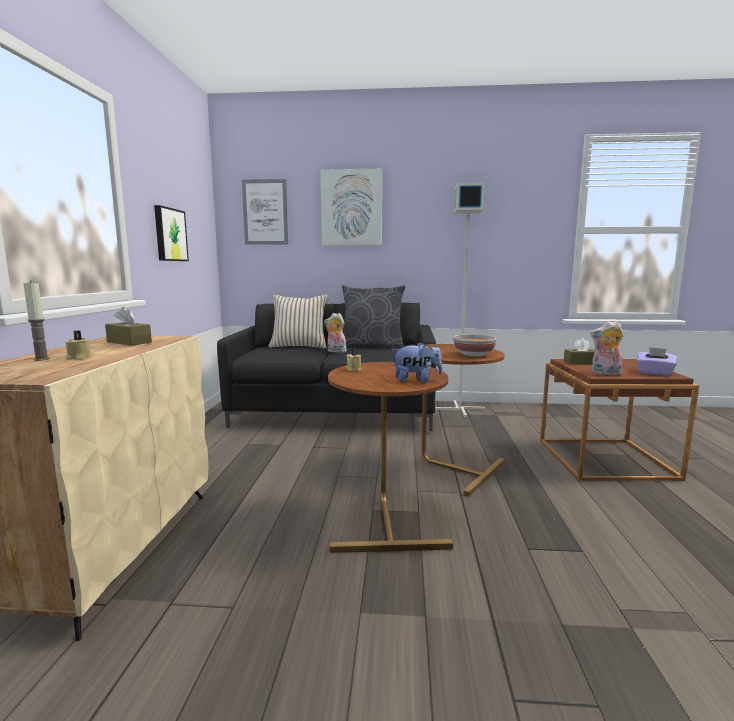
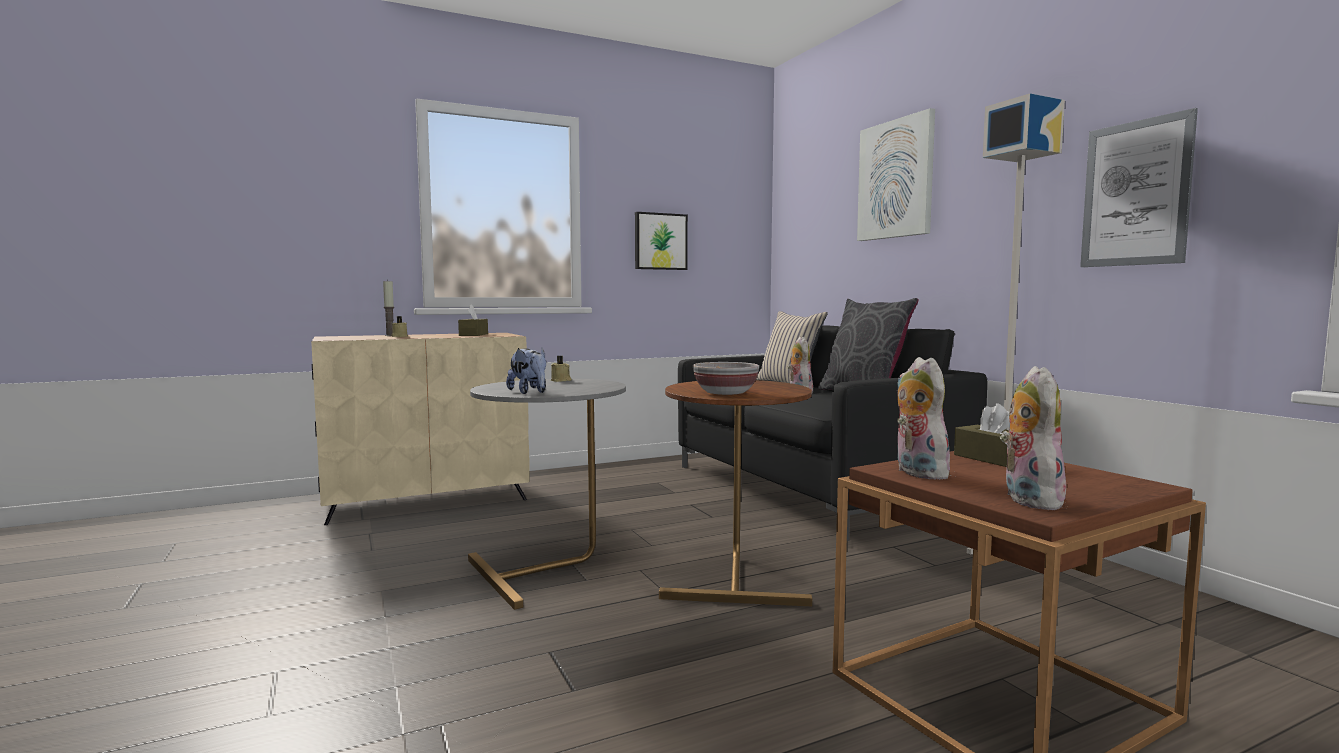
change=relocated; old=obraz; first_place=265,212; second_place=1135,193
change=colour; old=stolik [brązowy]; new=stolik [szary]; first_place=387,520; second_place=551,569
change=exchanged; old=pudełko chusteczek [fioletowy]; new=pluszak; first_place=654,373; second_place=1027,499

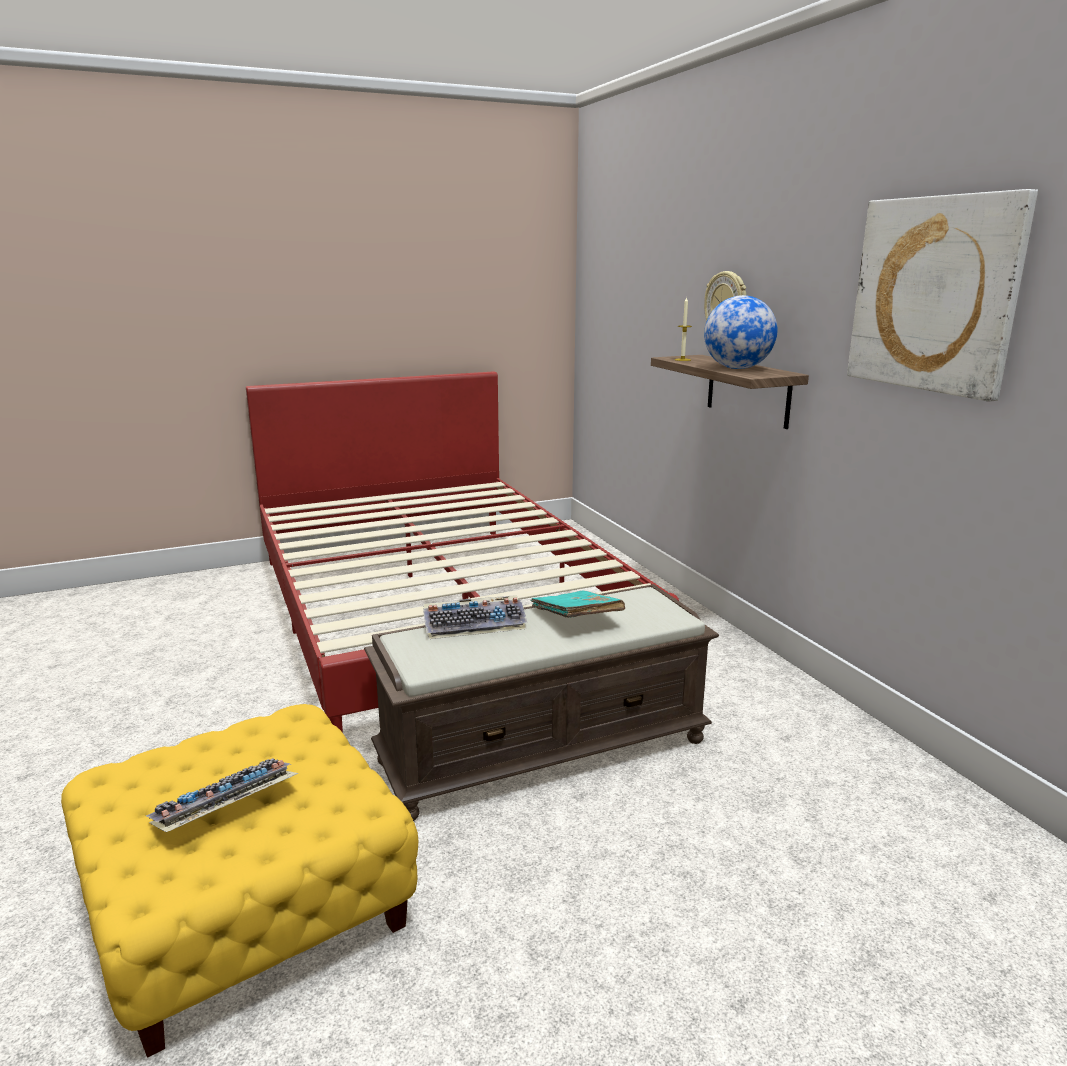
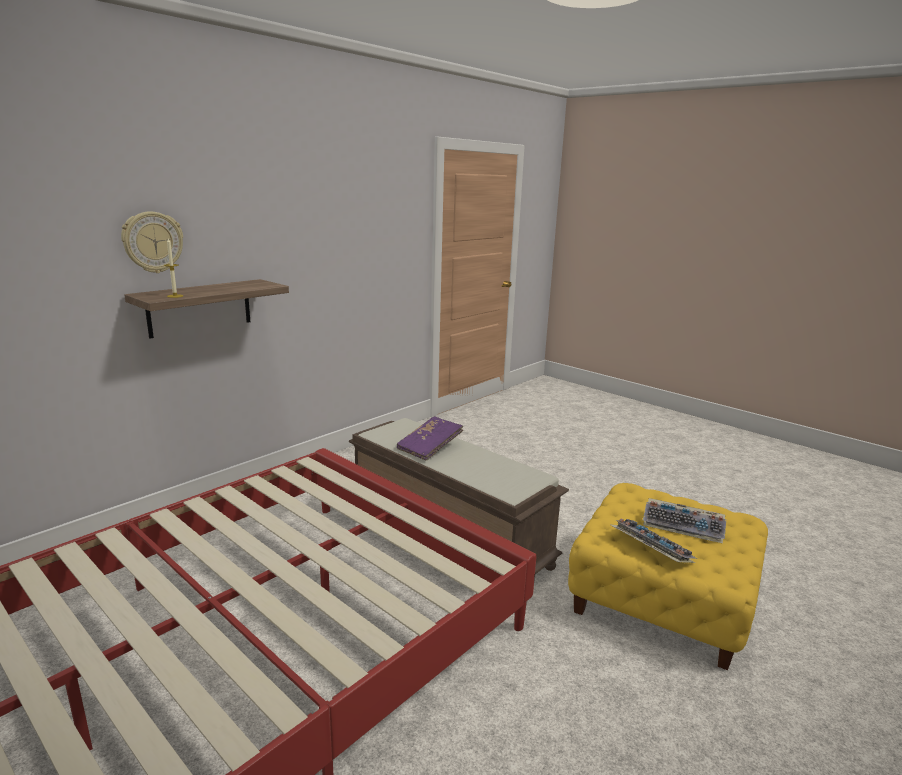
change=relocated; old=klawiatura; first_place=475,624; second_place=649,549
change=colour; old=książka [turkusowy]; new=książka [fioletowy]; first_place=576,619; second_place=430,447
change=missing; old=globus; first_place=737,368
change=missing; old=obraz; first_place=934,294

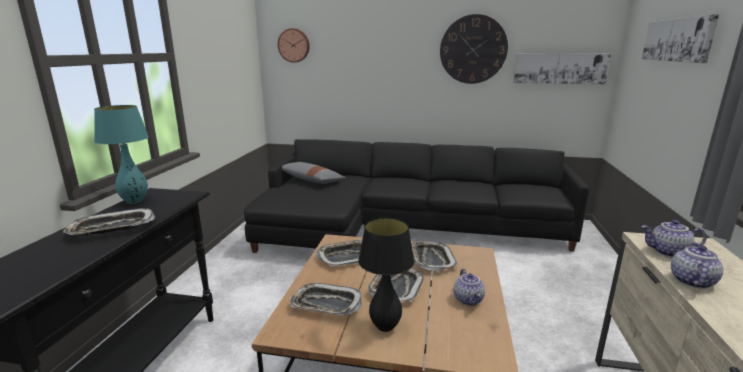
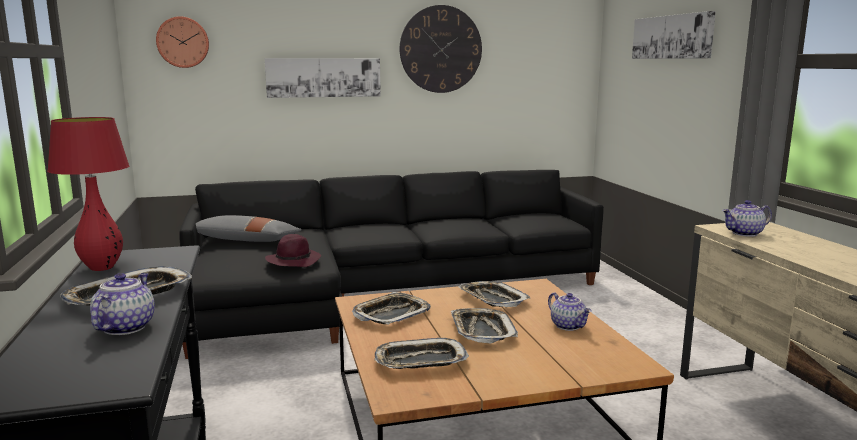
change=colour; old=lampa stołowa [turkusowy]; new=lampa stołowa [czerwony]; first_place=135,201; second_place=102,268
change=missing; old=lampa stołowa [czarny]; first_place=385,327
change=relocated; old=obraz; first_place=560,68; second_place=323,77
change=relocated; old=imbryk; first_place=691,280; second_place=125,327
change=appeared; new=kapelusz [fioletowy]; second_place=294,261

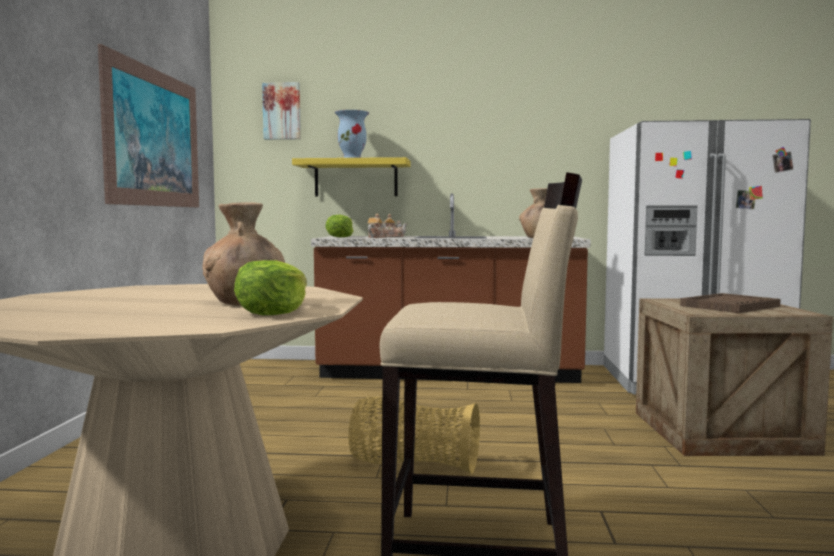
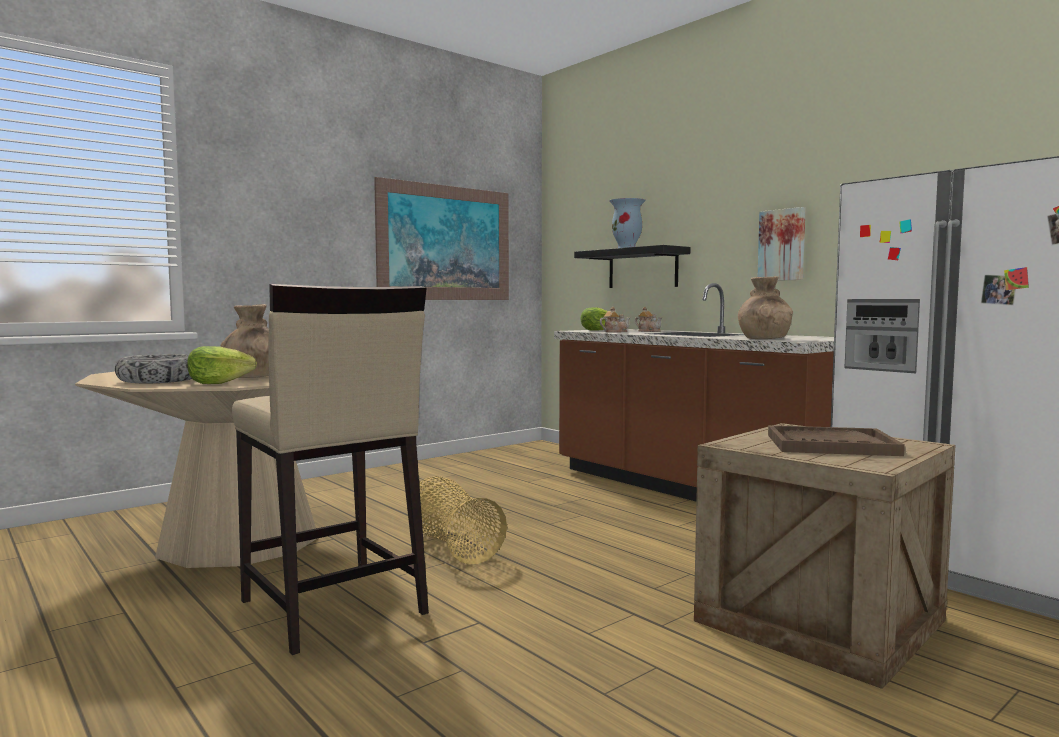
change=relocated; old=obraz; first_place=282,111; second_place=782,245
change=colour; old=półka [żółty]; new=półka [czarny]; first_place=356,178; second_place=642,268
change=appeared; new=miska; second_place=159,380

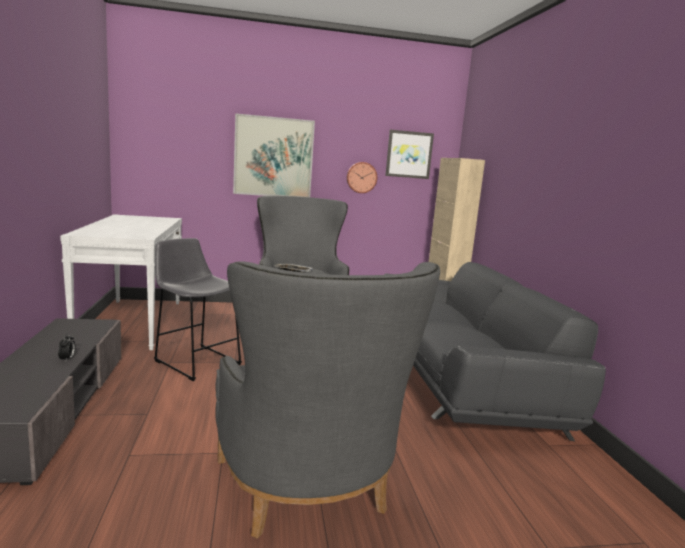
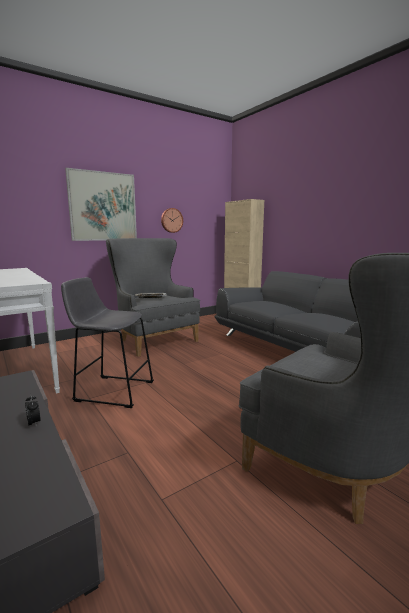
change=missing; old=obraz; first_place=409,154

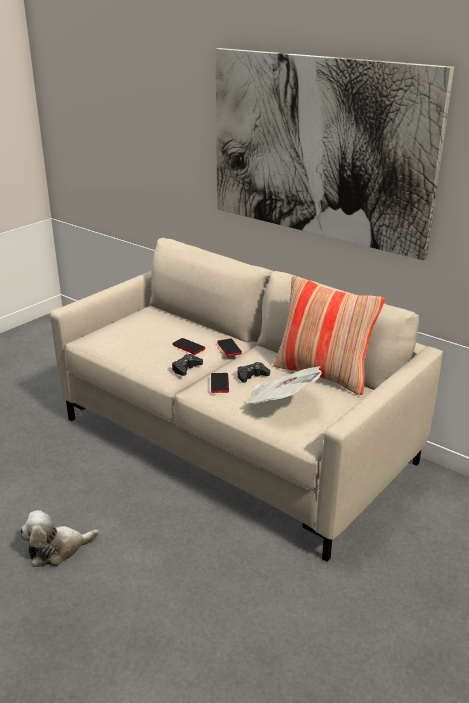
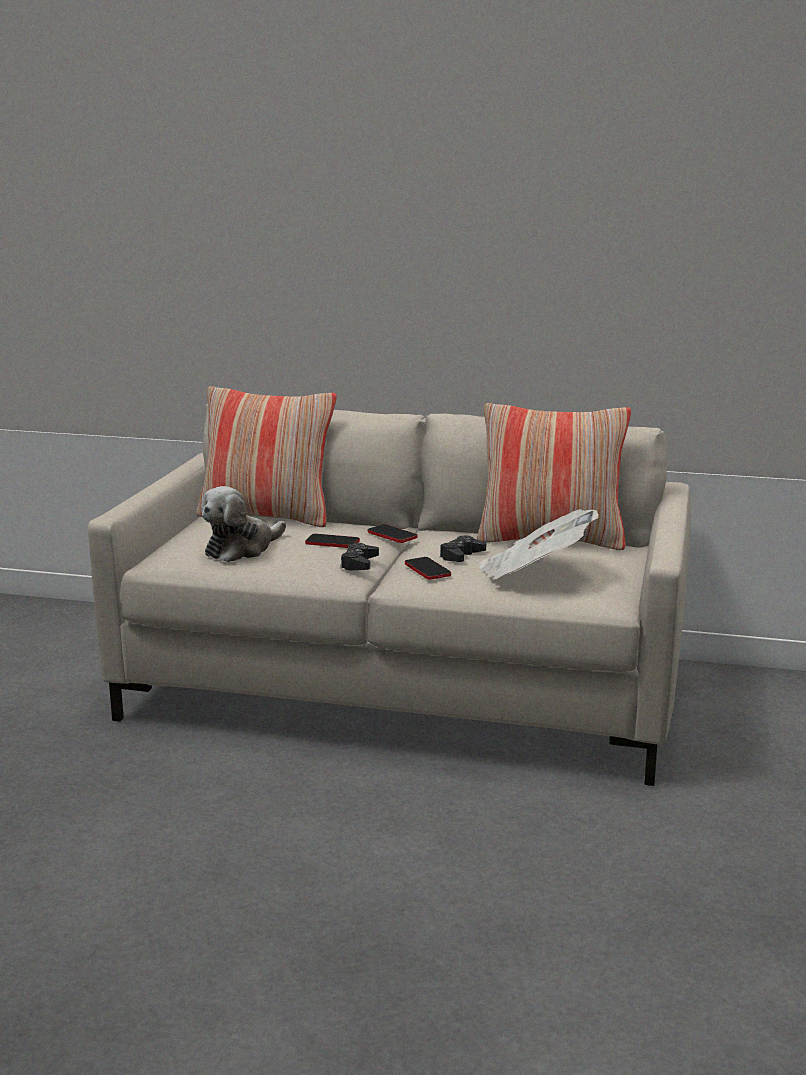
change=relocated; old=pluszak; first_place=57,550; second_place=241,549
change=missing; old=obraz; first_place=319,148
change=appeared; new=poduszka; second_place=267,516

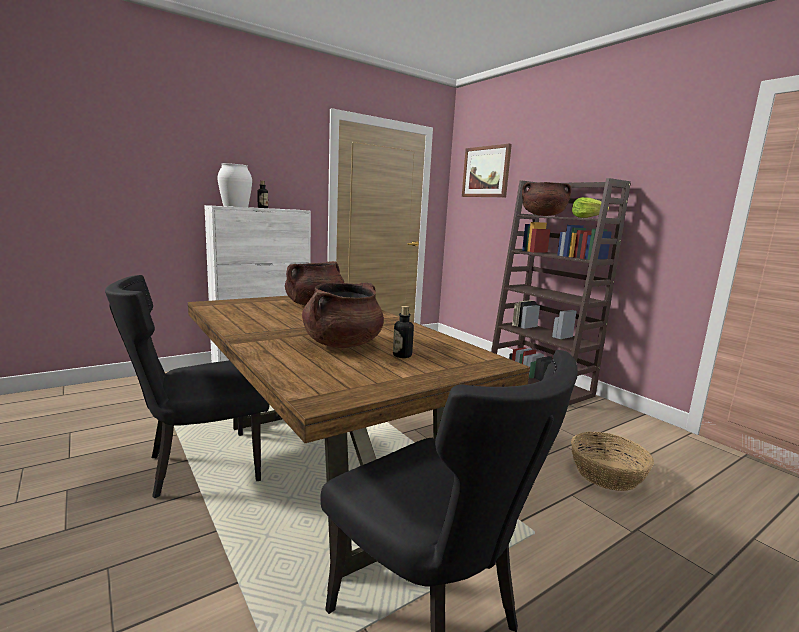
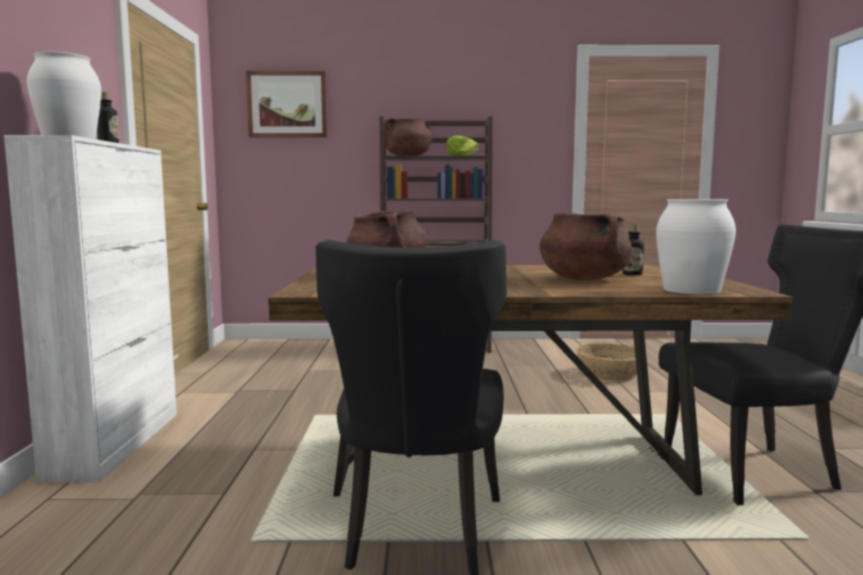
change=appeared; new=wazon [biały]; second_place=691,290

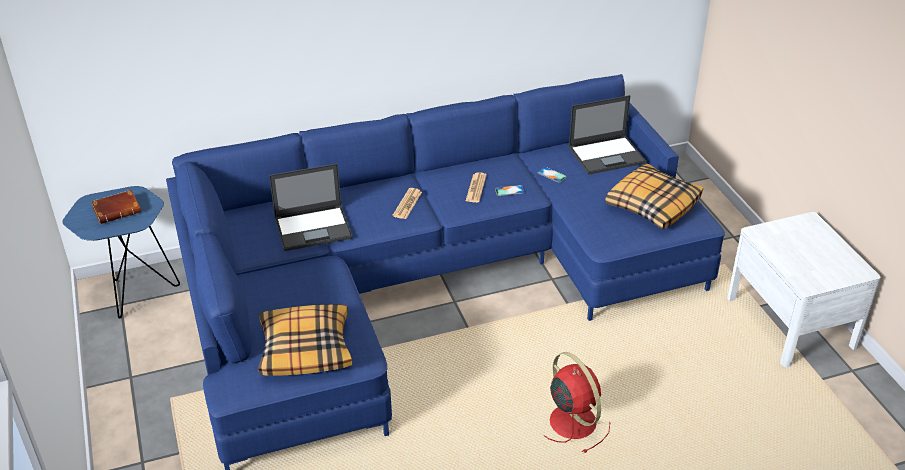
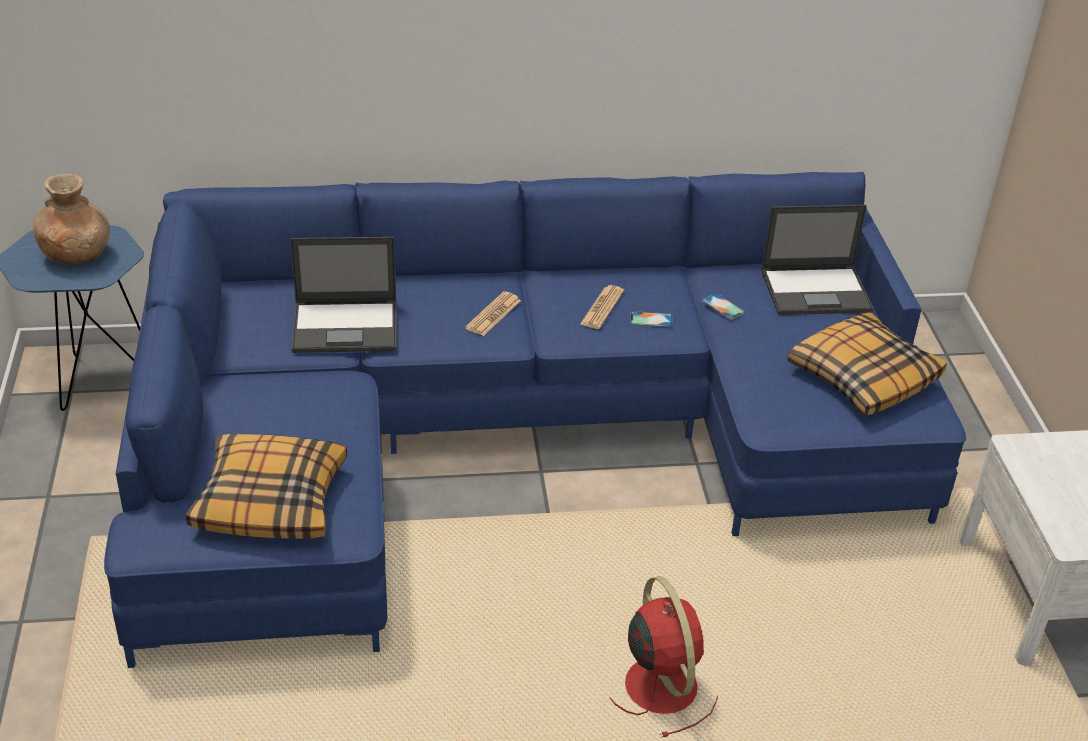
change=exchanged; old=książka [brązowy]; new=wazon [brązowy]; first_place=118,210; second_place=77,255

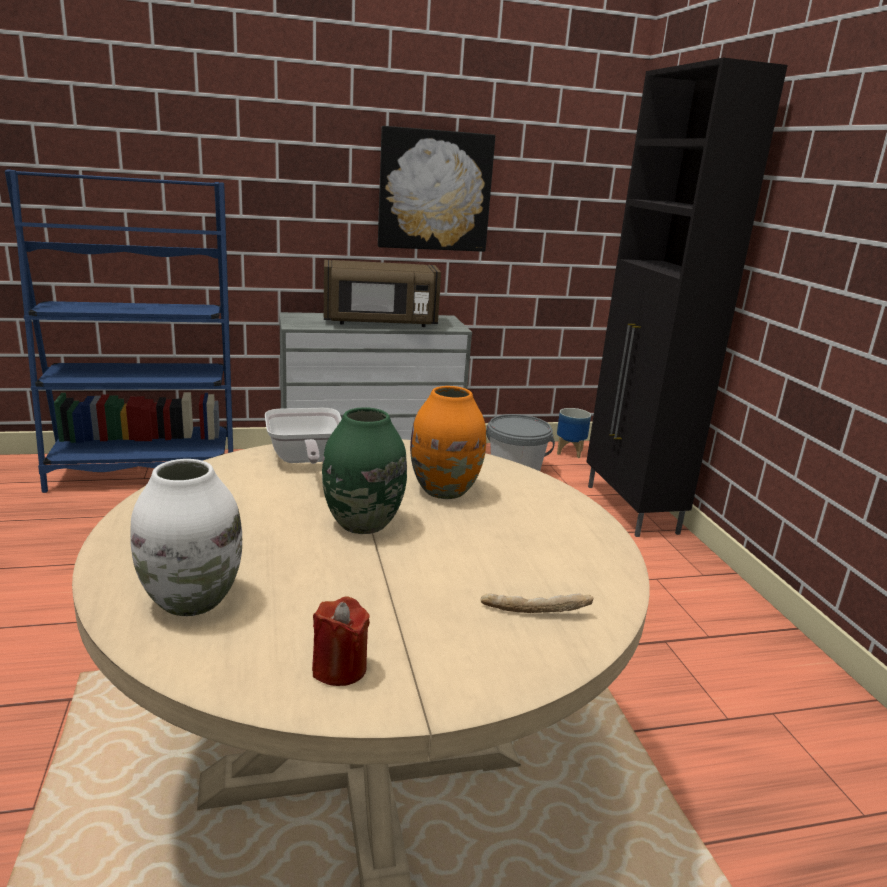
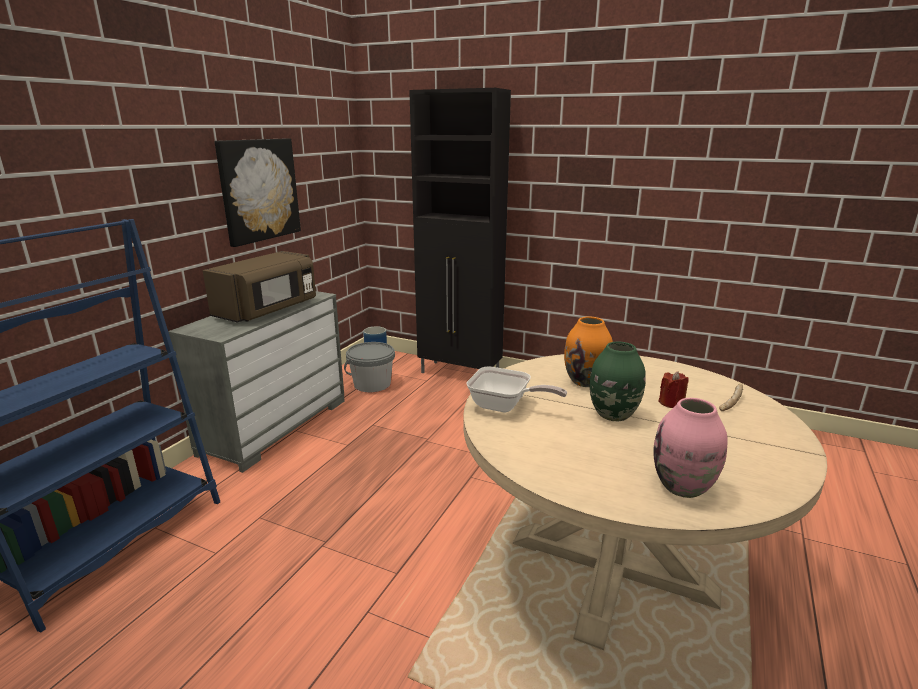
change=colour; old=wazon [biały]; new=wazon [różowy]; first_place=191,601; second_place=683,487
change=relocated; old=świeca [czerwony]; first_place=339,668; second_place=671,403

